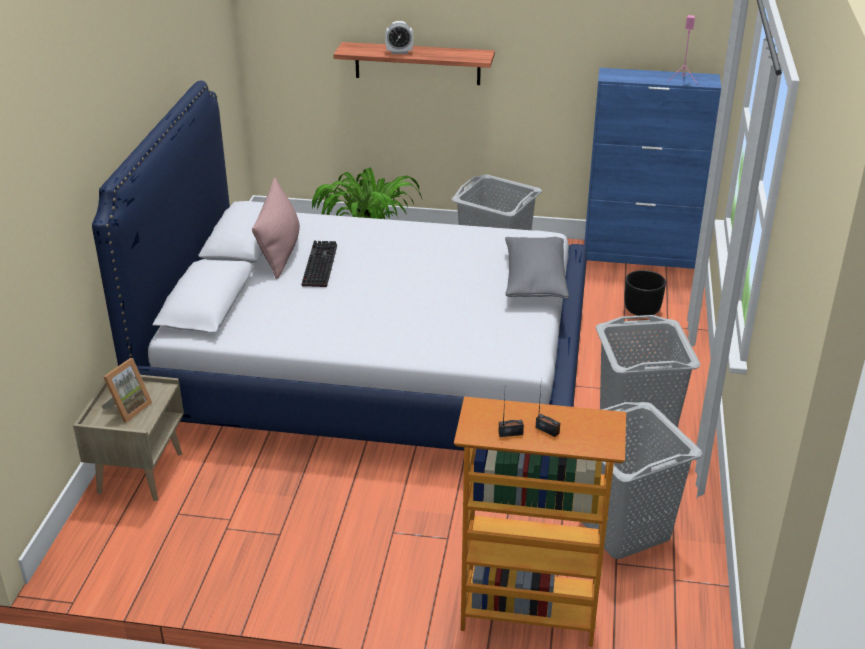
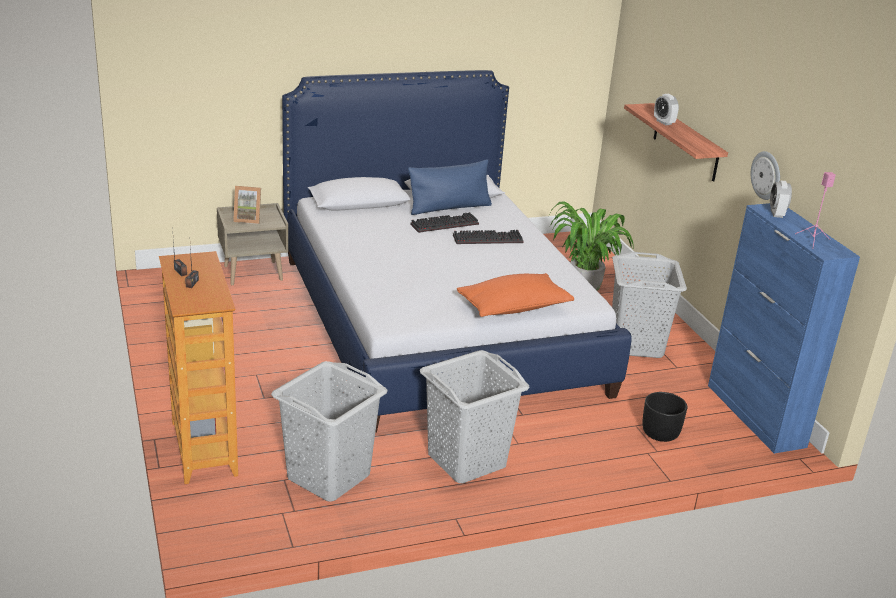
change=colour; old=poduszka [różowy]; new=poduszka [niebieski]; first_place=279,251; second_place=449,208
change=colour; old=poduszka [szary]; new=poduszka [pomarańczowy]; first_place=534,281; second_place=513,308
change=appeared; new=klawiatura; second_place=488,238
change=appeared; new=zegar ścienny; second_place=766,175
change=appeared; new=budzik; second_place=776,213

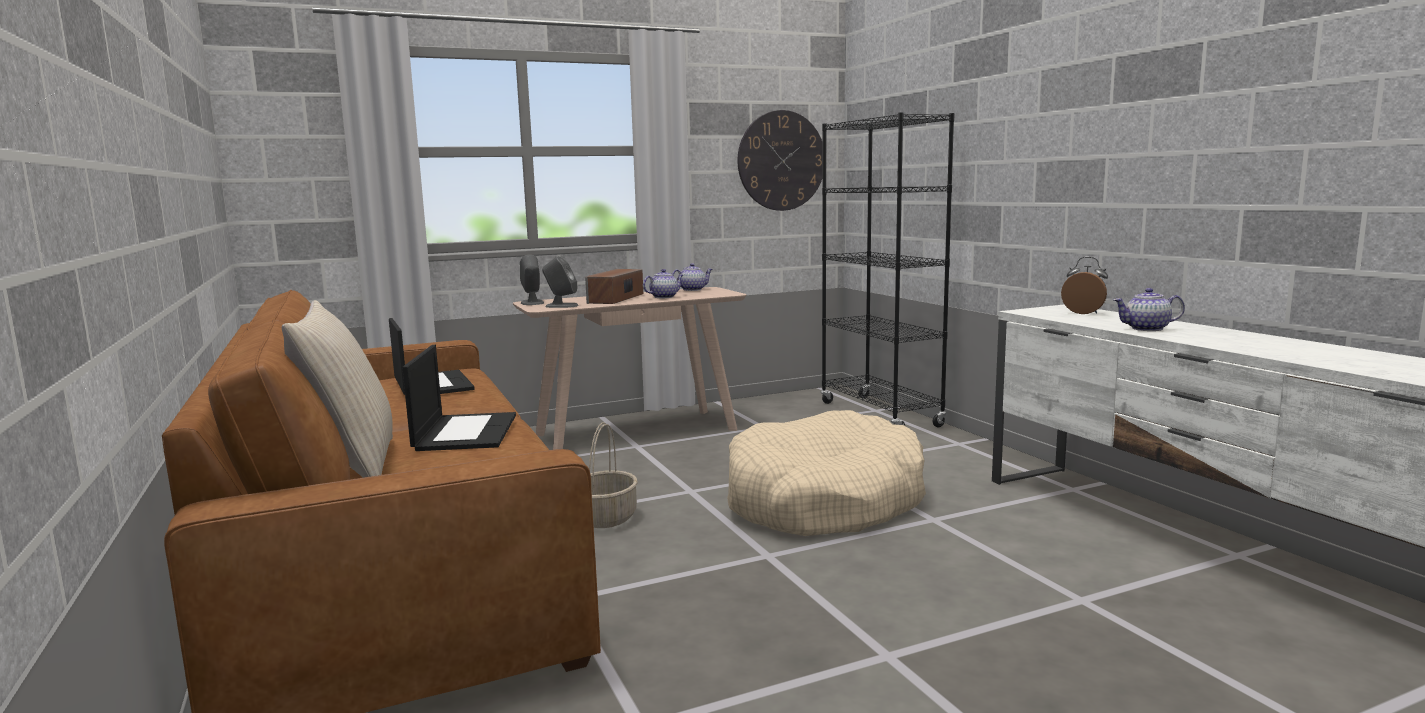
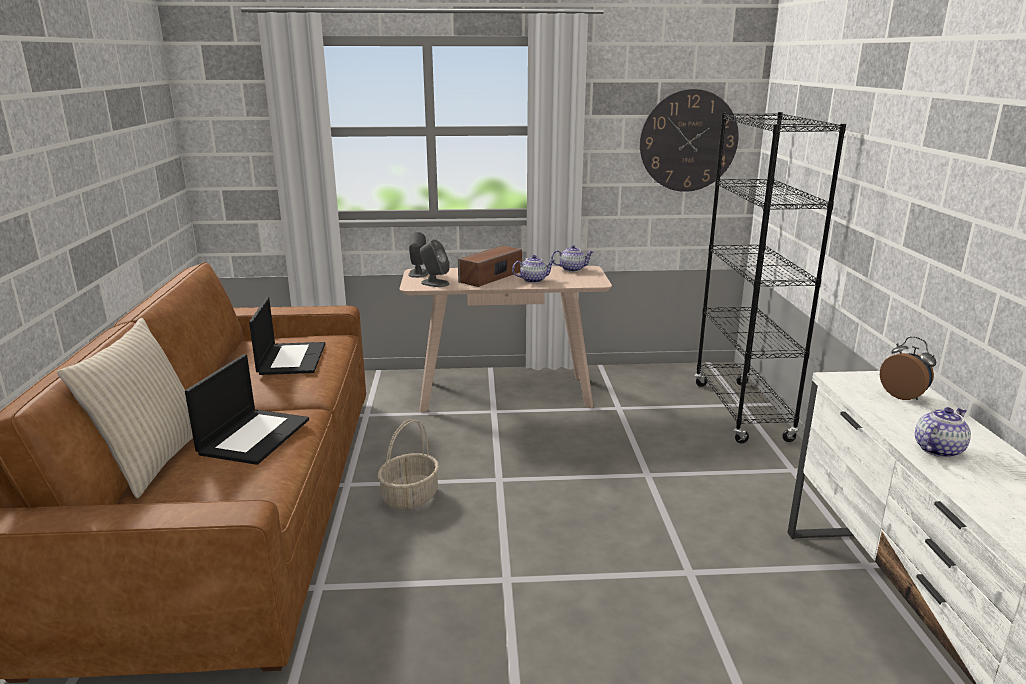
change=missing; old=legowisko [beżowy]; first_place=823,501
change=spun; old=imbryk; first_place=1146,329; second_place=937,449; degrees=120

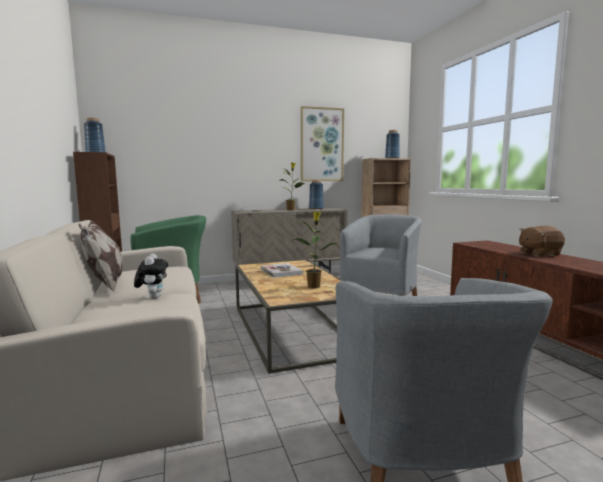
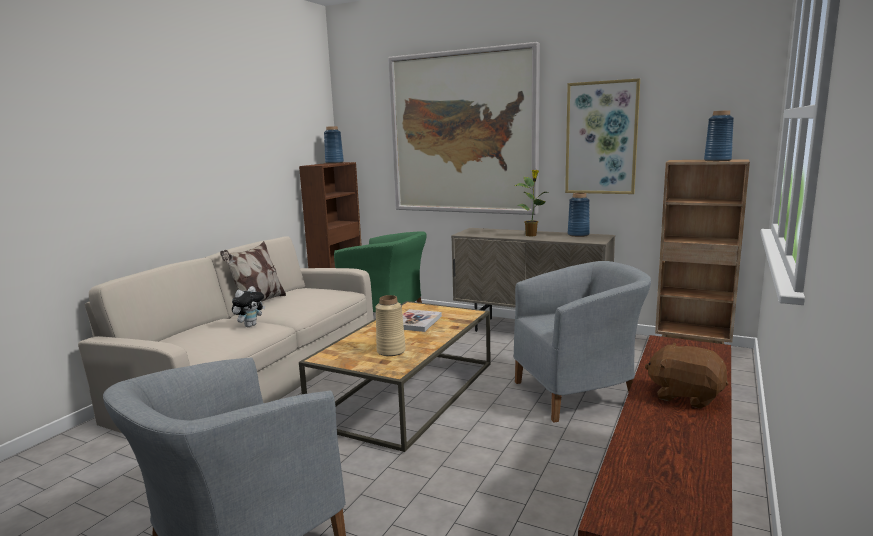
change=exchanged; old=roślina doniczkowa; new=wazon [beżowy]; first_place=314,286; second_place=390,351
change=appeared; new=obraz; second_place=463,133

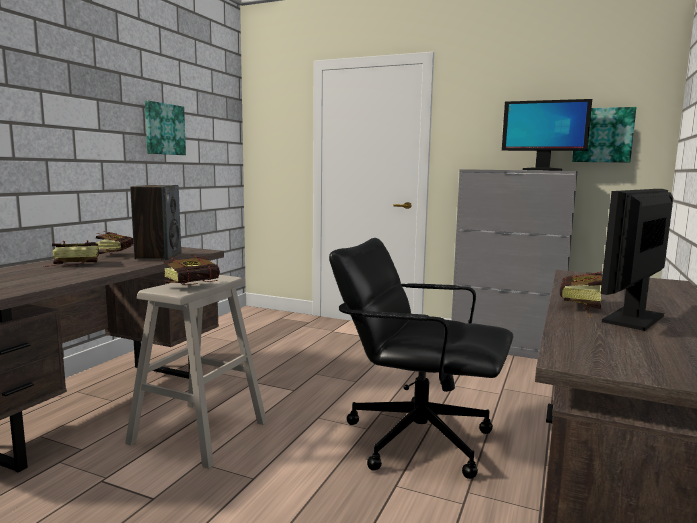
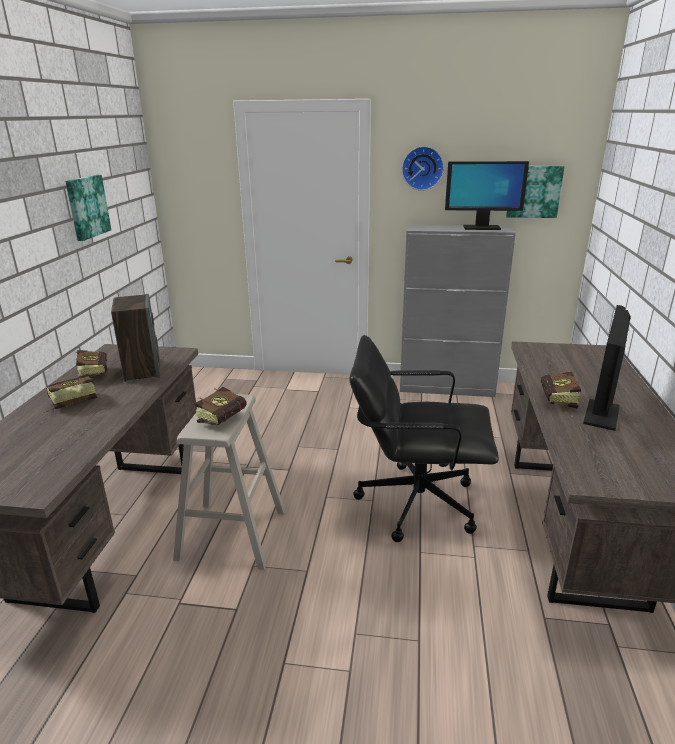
change=appeared; new=zegar ścienny; second_place=422,168

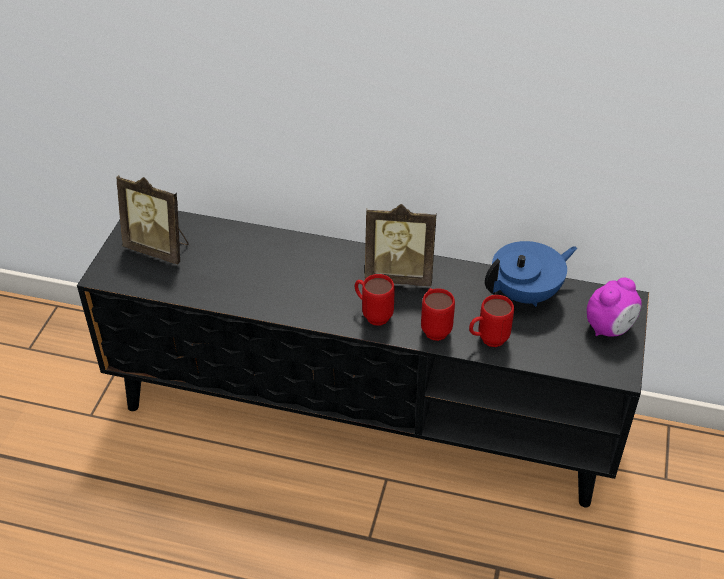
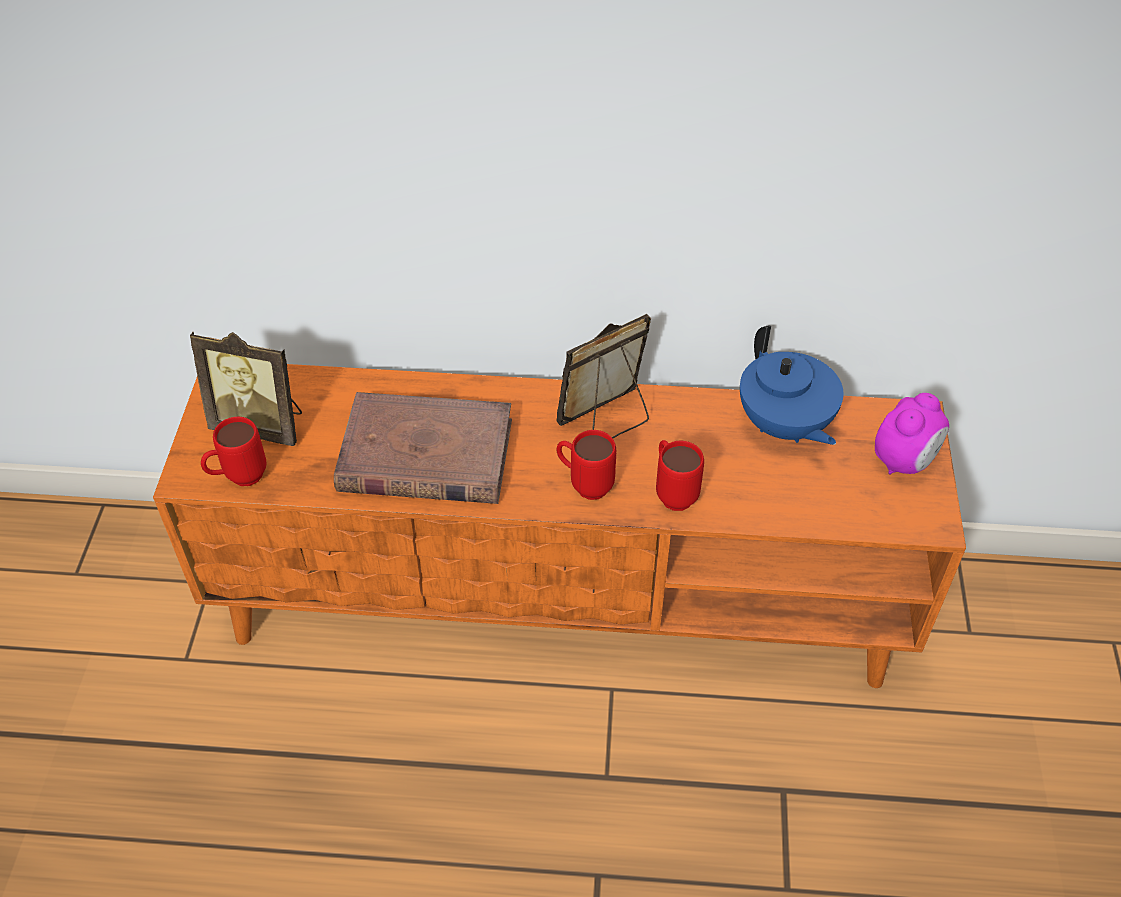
change=colour; old=szafka pod telewizor [czarny]; new=szafka pod telewizor [pomarańczowy]; first_place=364,414; second_place=563,602
change=spun; old=ramka na zdjęcie; first_place=399,275; second_place=607,421; degrees=150
change=relocated; old=kubek [czerwony]; first_place=487,341; second_place=238,478
change=spun; old=imbryk [niebieski]; first_place=526,294; second_place=784,425; degrees=105
change=appeared; new=książka [brązowy]; second_place=424,456

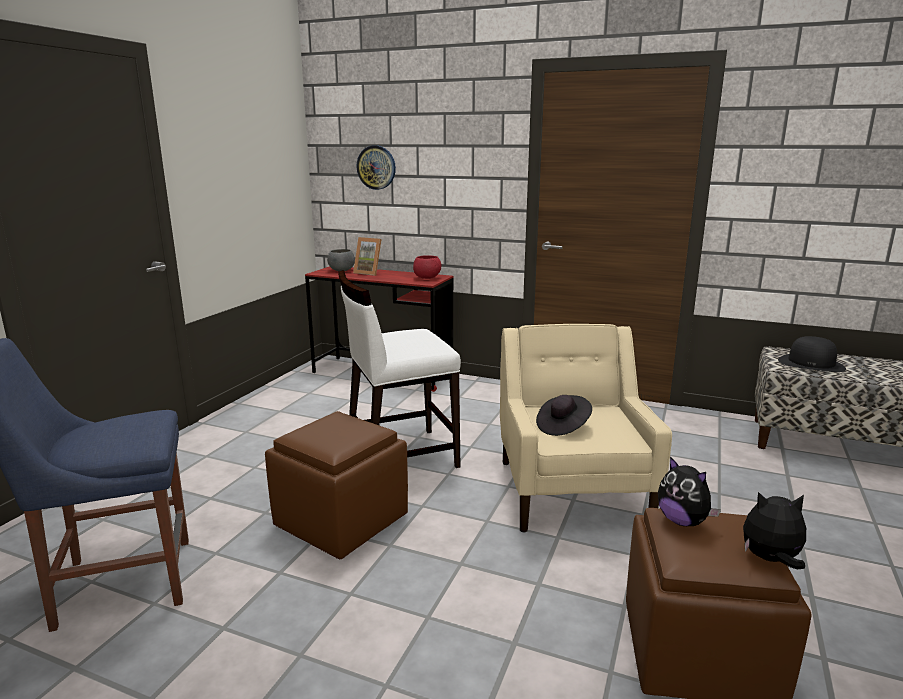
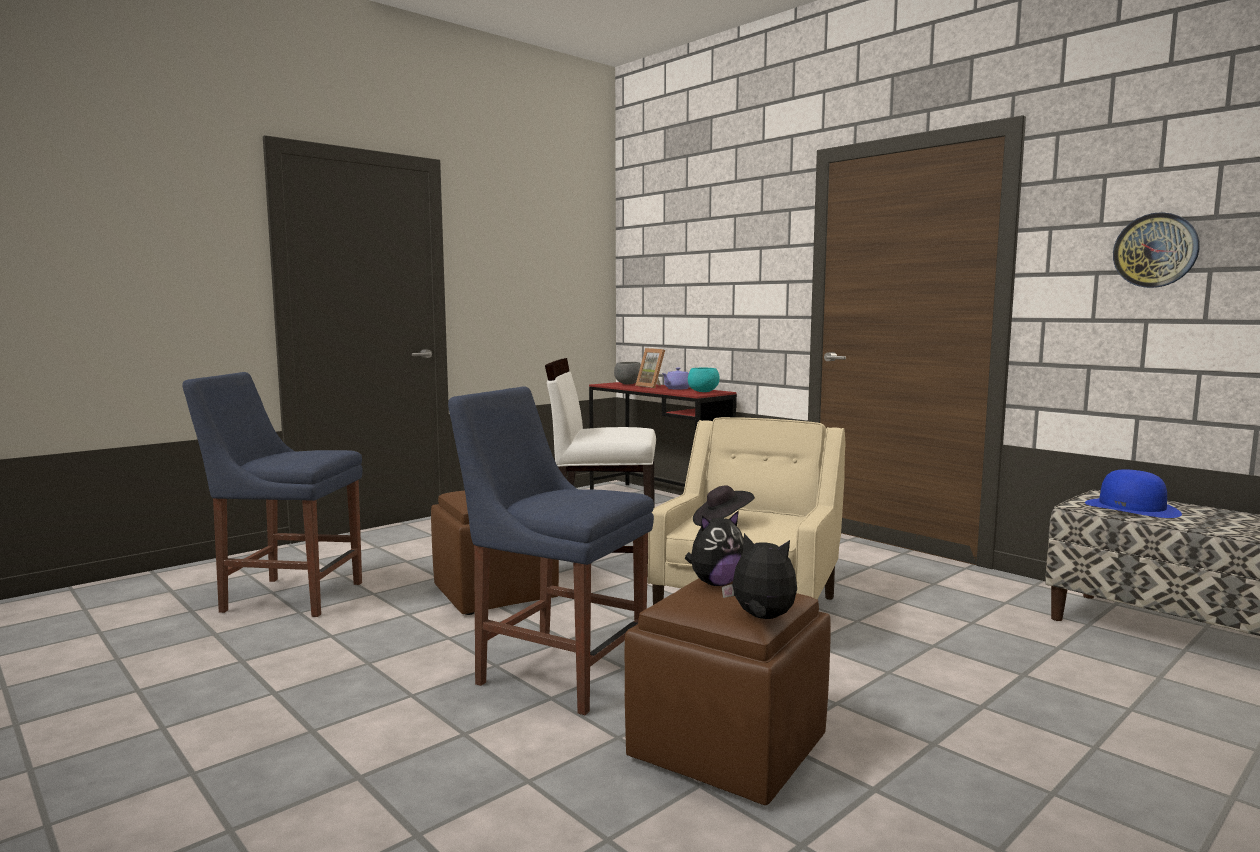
change=relocated; old=zegar ścienny; first_place=376,167; second_place=1155,250
change=colour; old=miska [czerwony]; new=miska [turkusowy]; first_place=427,278; second_place=703,392
change=spun; old=pluszak; first_place=683,521; second_place=716,583; degrees=-105
change=colour; old=kapelusz [czarny]; new=kapelusz [niebieski]; first_place=811,364; second_place=1132,508
change=appeared; new=krzesło [niebieski]; second_place=555,671
change=appeared; new=imbryk [fioletowy]; second_place=677,389

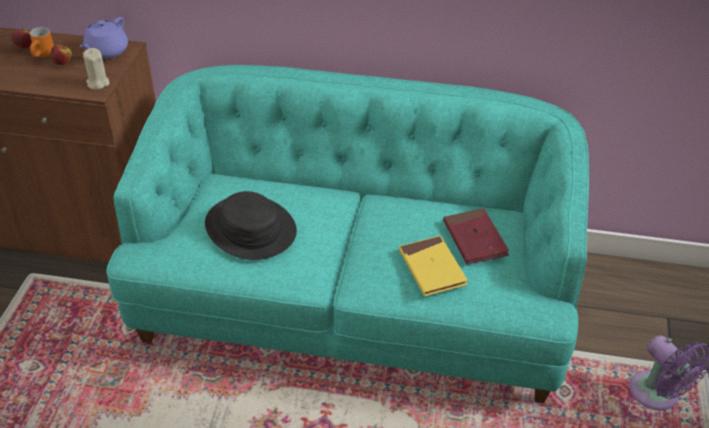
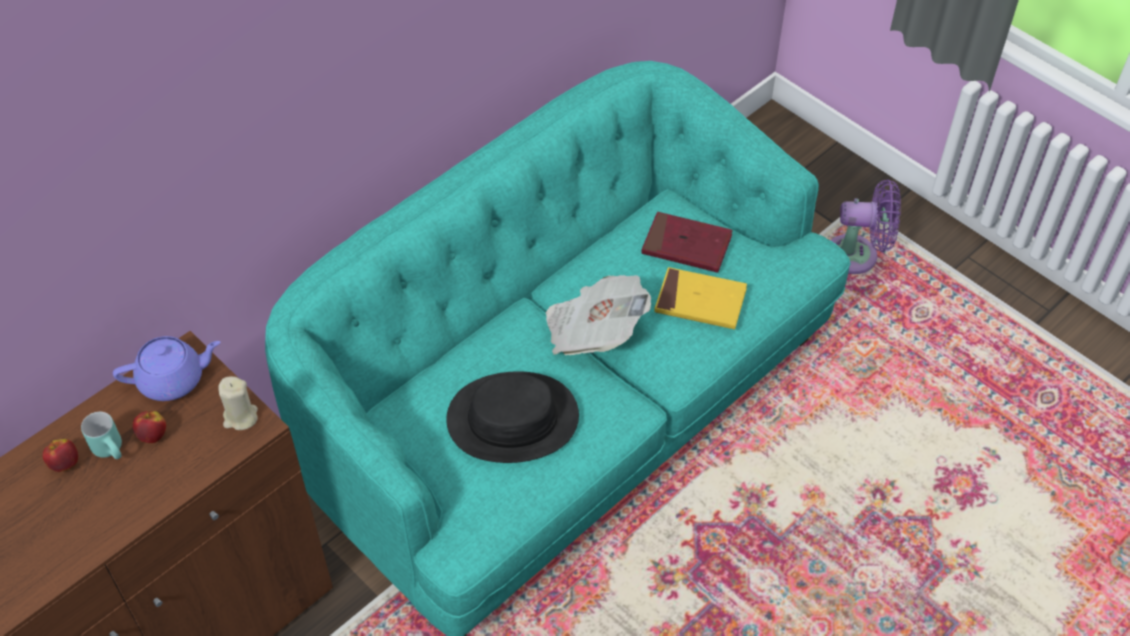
change=colour; old=kubek [pomarańczowy]; new=kubek [turkusowy]; first_place=44,56; second_place=113,449
change=spun; old=imbryk [fioletowy]; first_place=106,52; second_place=173,379; degrees=-75
change=appeared; new=gazeta; second_place=594,332

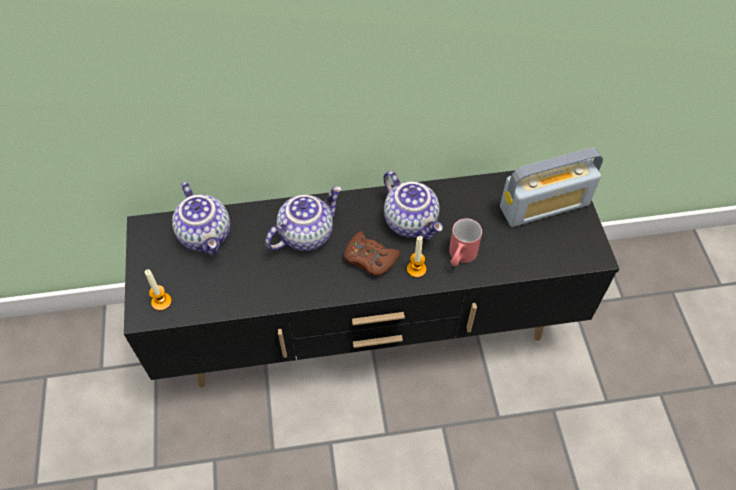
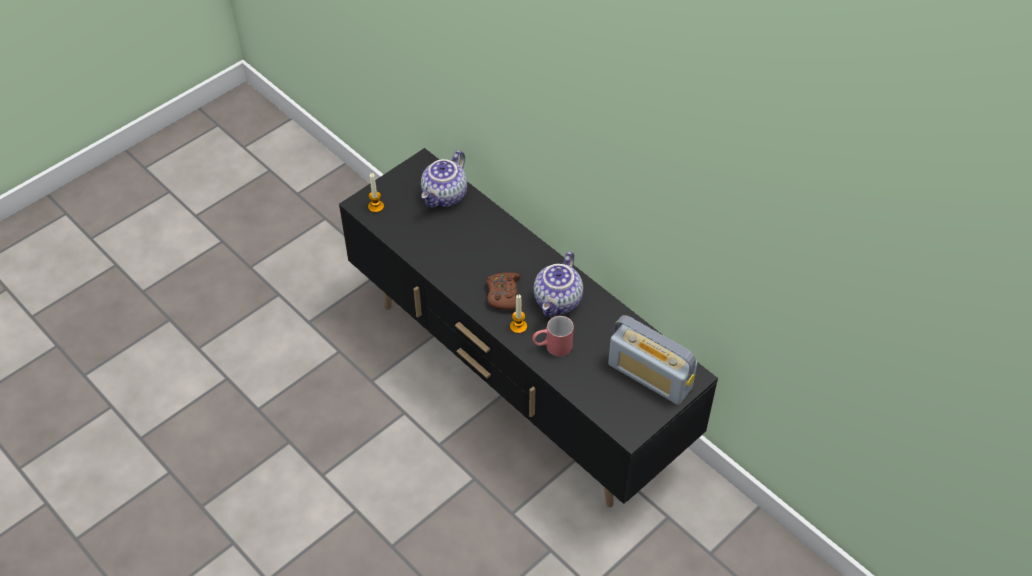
change=missing; old=imbryk; first_place=306,234

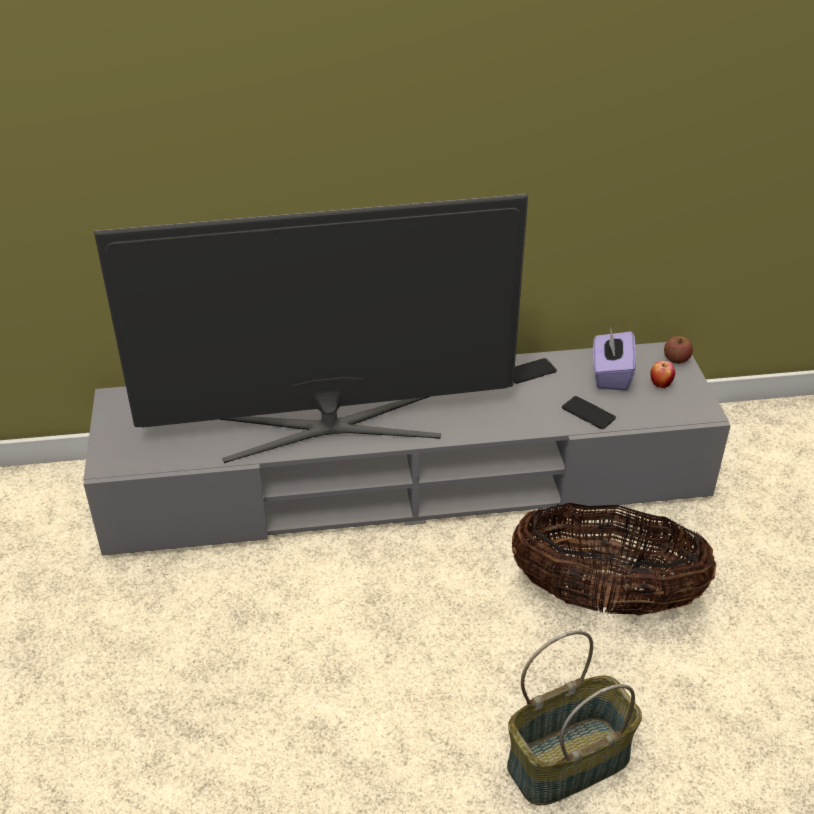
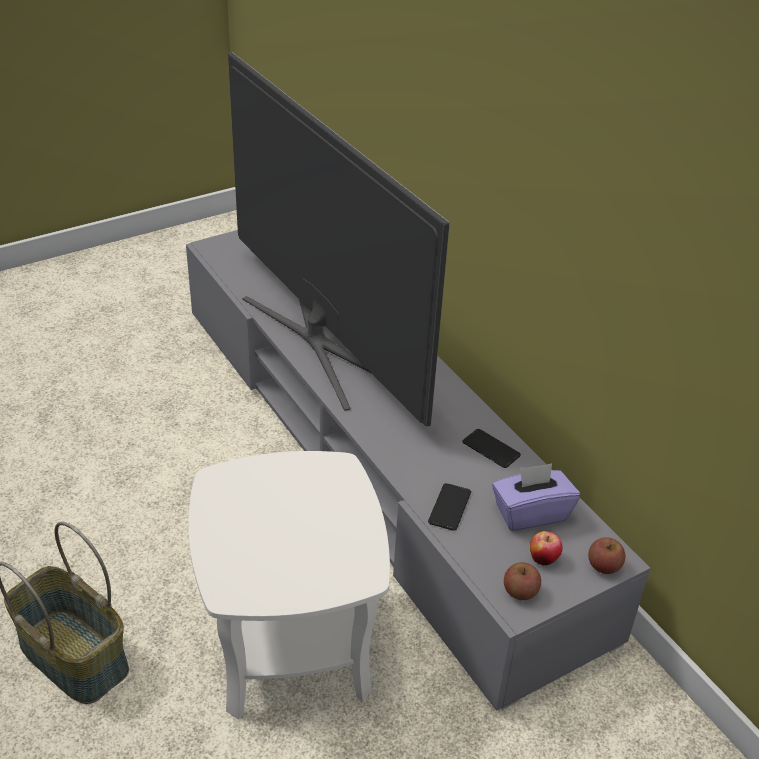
change=exchanged; old=koszyk; new=stolik [biały]; first_place=604,598; second_place=291,642
change=appeared; new=jabłko; second_place=520,591

